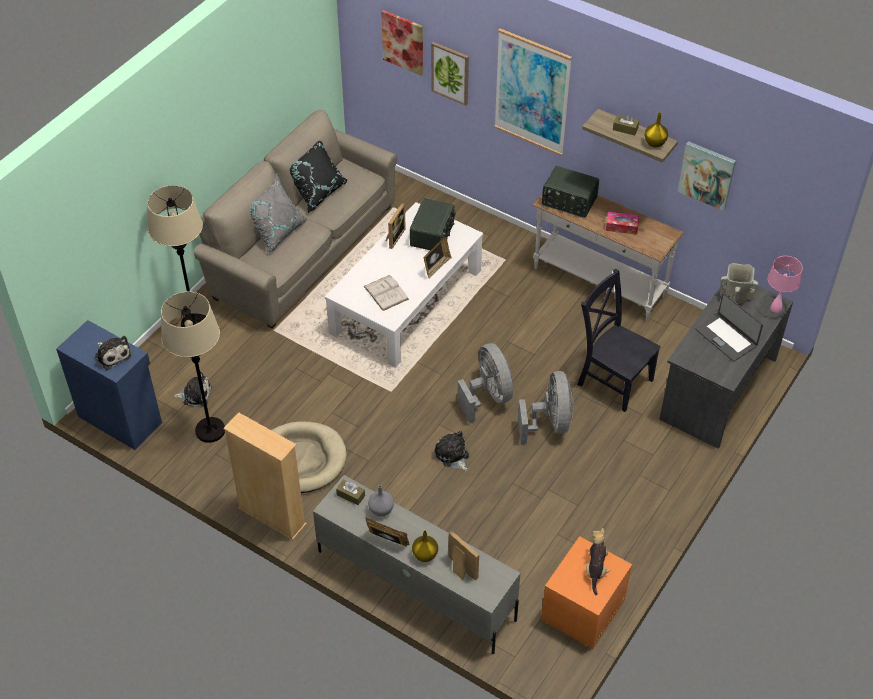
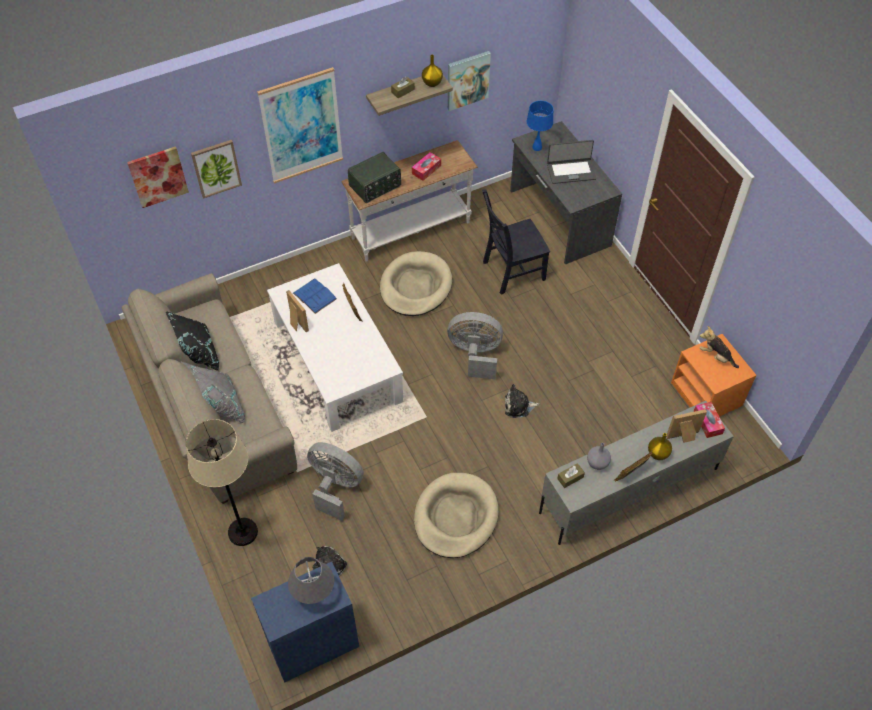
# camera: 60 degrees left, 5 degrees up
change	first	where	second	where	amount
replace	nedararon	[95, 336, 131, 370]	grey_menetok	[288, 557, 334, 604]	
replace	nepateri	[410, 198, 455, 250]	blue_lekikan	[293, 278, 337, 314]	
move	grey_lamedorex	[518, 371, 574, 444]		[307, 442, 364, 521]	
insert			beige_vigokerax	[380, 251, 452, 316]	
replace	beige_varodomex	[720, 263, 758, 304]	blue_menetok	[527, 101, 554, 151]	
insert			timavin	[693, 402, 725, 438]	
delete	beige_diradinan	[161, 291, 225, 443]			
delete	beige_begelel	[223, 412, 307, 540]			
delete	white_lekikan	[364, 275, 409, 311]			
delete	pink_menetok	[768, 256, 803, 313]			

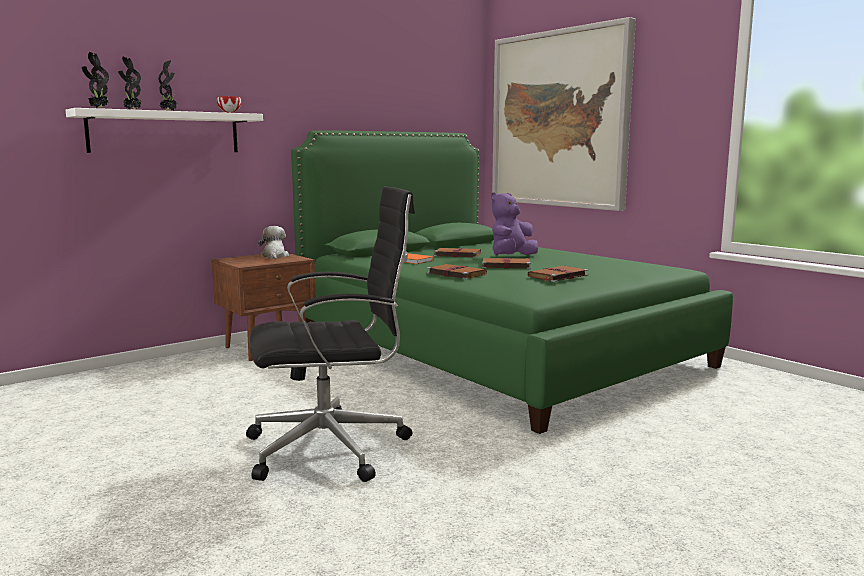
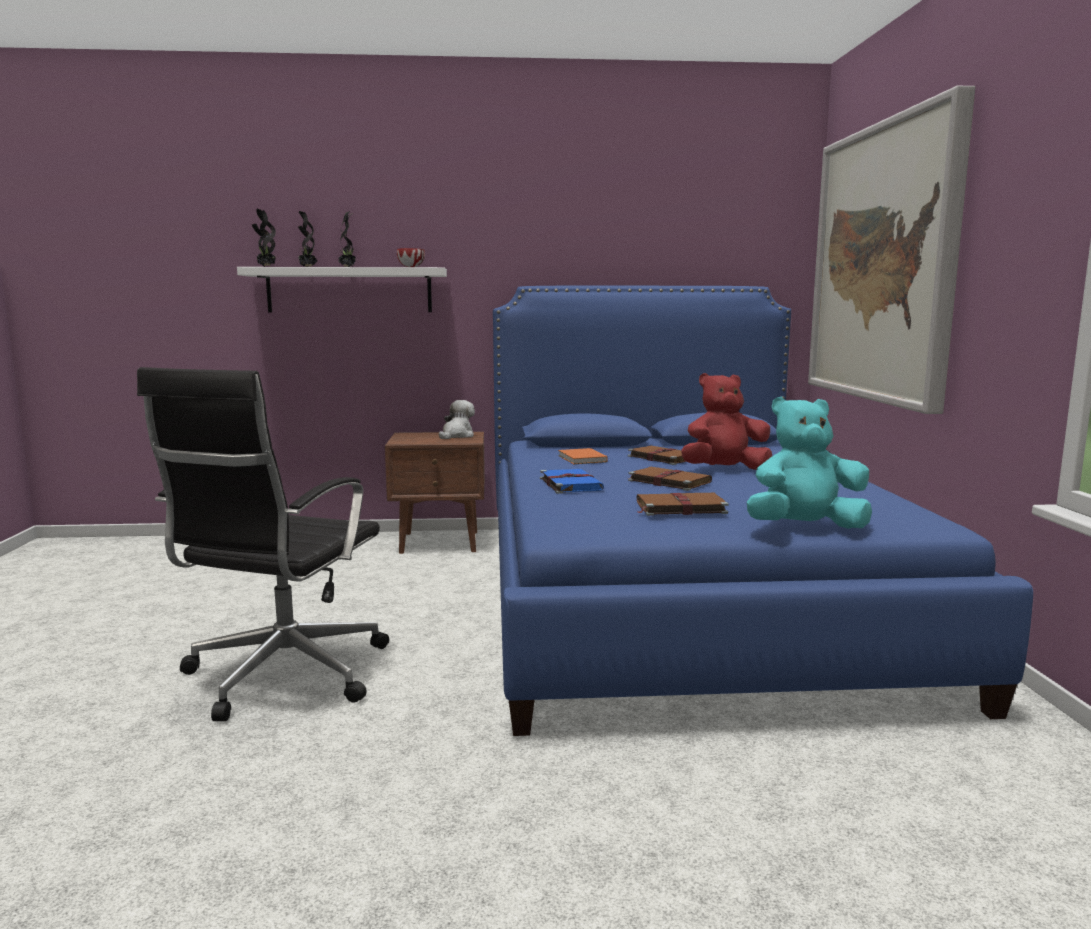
# camera: 35 degrees right, 0 degrees up
change	first	where	second	where	amount
rotate	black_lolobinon	[246, 186, 415, 482]		[137, 367, 389, 721]	90 degrees clockwise
recolor	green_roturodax	[291, 131, 733, 434]	blue_roturodax	[493, 286, 1033, 736]	
recolor	brown_lekikan	[427, 264, 487, 280]	blue_lekikan	[540, 469, 604, 494]	
recolor	purple_nedararon	[491, 192, 538, 256]	red_nedararon	[681, 373, 772, 470]	
insert			turquoise_nedararon	[747, 397, 872, 529]	

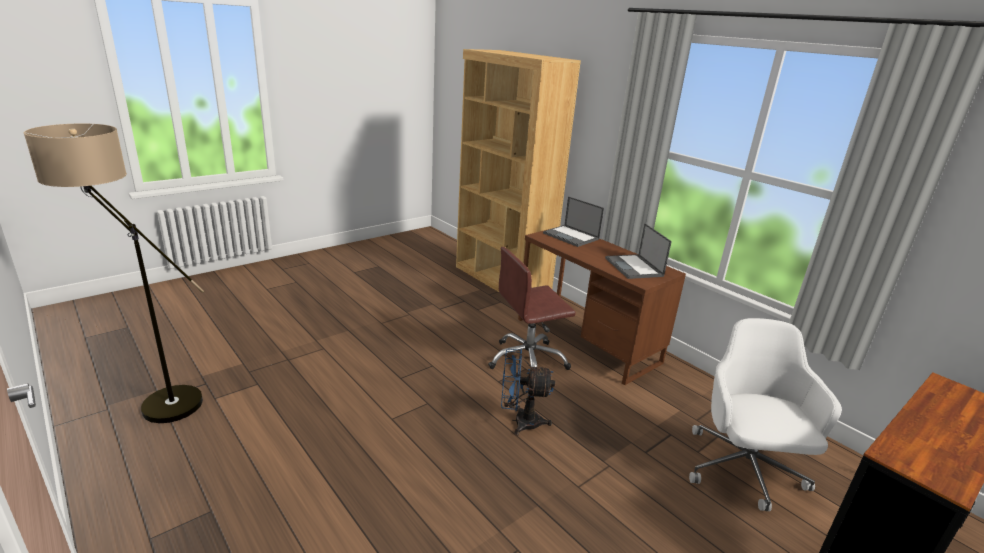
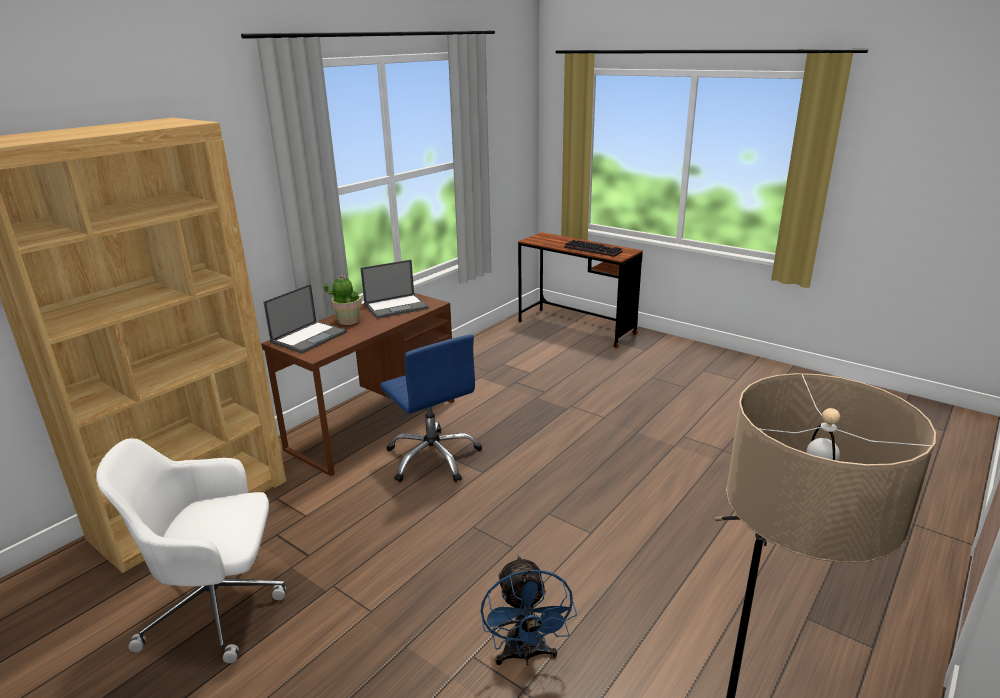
# camera: 100 degrees left, 0 degrees up
change	first	where	second	where	amount
move	white_lolobinon	[689, 318, 842, 511]		[96, 438, 286, 663]	
insert			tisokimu	[323, 275, 362, 325]	
recolor	brown_lolobinon	[488, 247, 576, 370]	blue_lolobinon	[380, 334, 482, 482]	
move	blue_lamedorex	[501, 349, 555, 436]		[481, 555, 577, 665]	
insert			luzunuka	[564, 240, 622, 257]	

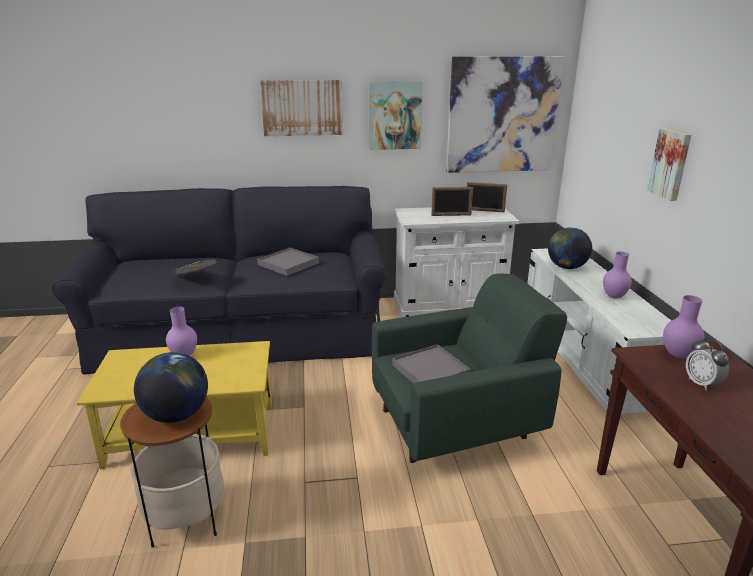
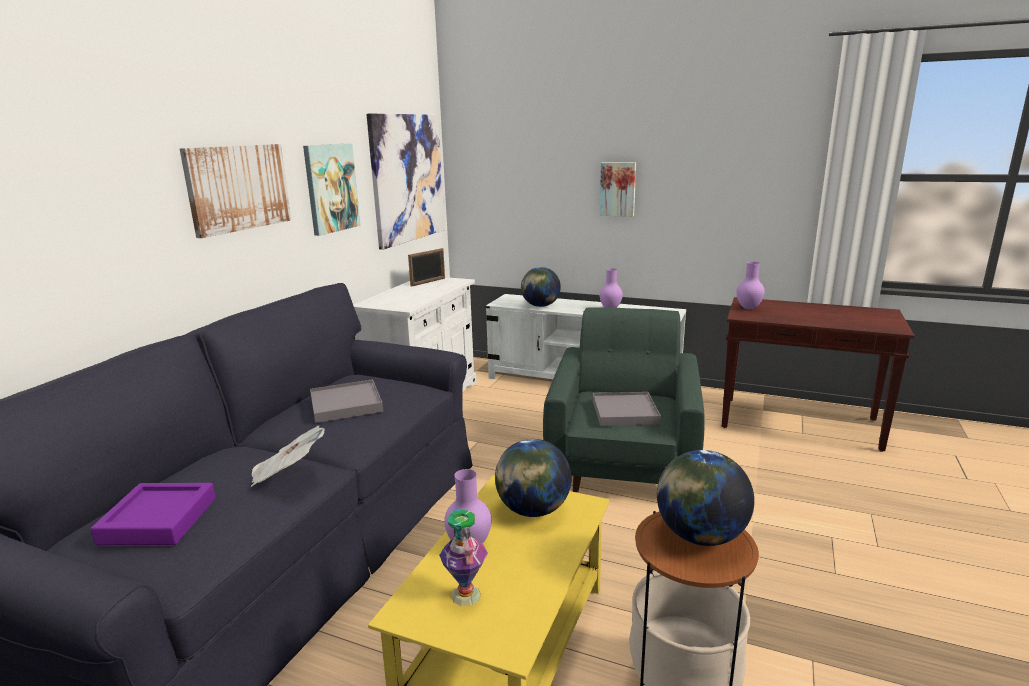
# camera: 60 degrees left, 5 degrees down
change	first	where	second	where	amount
insert			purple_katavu	[90, 483, 216, 545]	
insert			varodomex	[439, 508, 488, 606]	
insert			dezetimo	[495, 439, 571, 517]	
delete	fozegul	[431, 187, 473, 216]			
delete	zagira	[686, 338, 729, 391]			

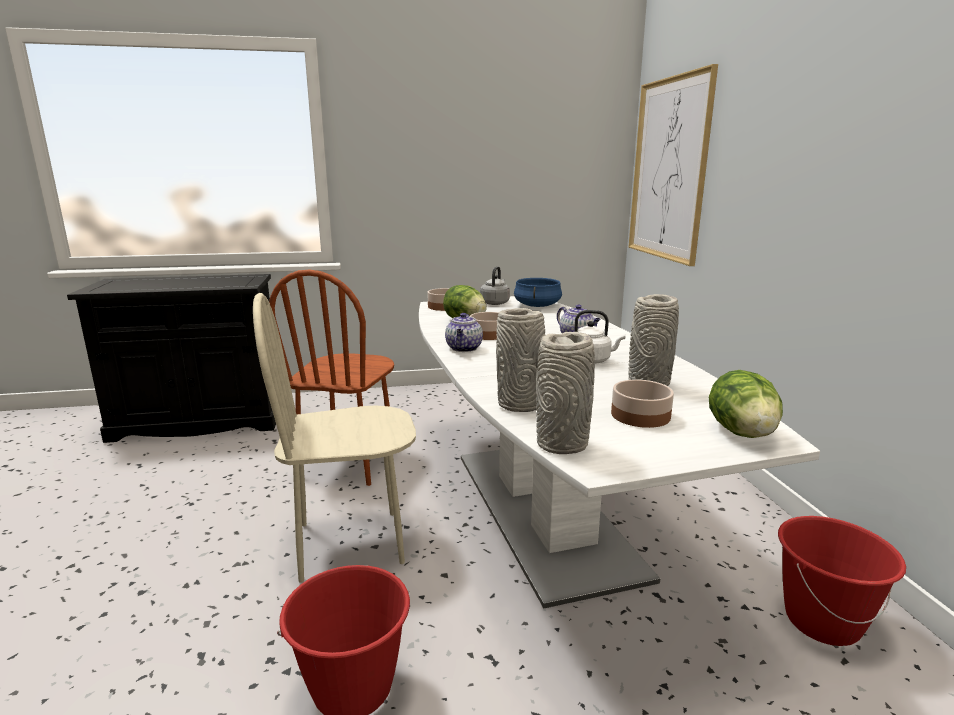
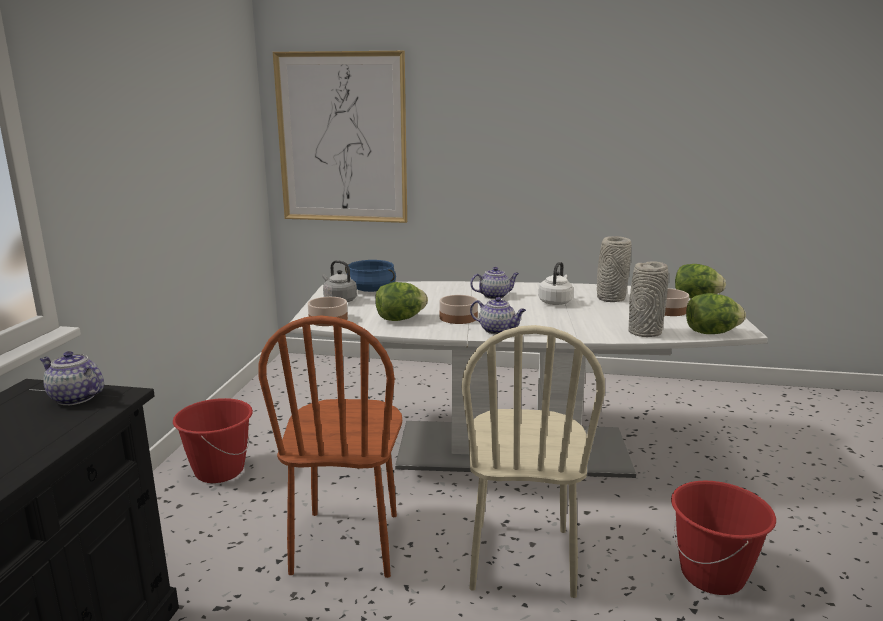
# camera: 70 degrees left, 0 degrees up
change	first	where	second	where	amount
insert			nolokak	[40, 351, 104, 405]	
move	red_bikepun	[778, 516, 906, 646]		[173, 398, 253, 483]	
rotate	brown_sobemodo	[269, 269, 394, 486]		[259, 315, 402, 578]	60 degrees clockwise
replace	grey_varodomex	[536, 332, 595, 454]	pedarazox	[686, 293, 746, 334]	

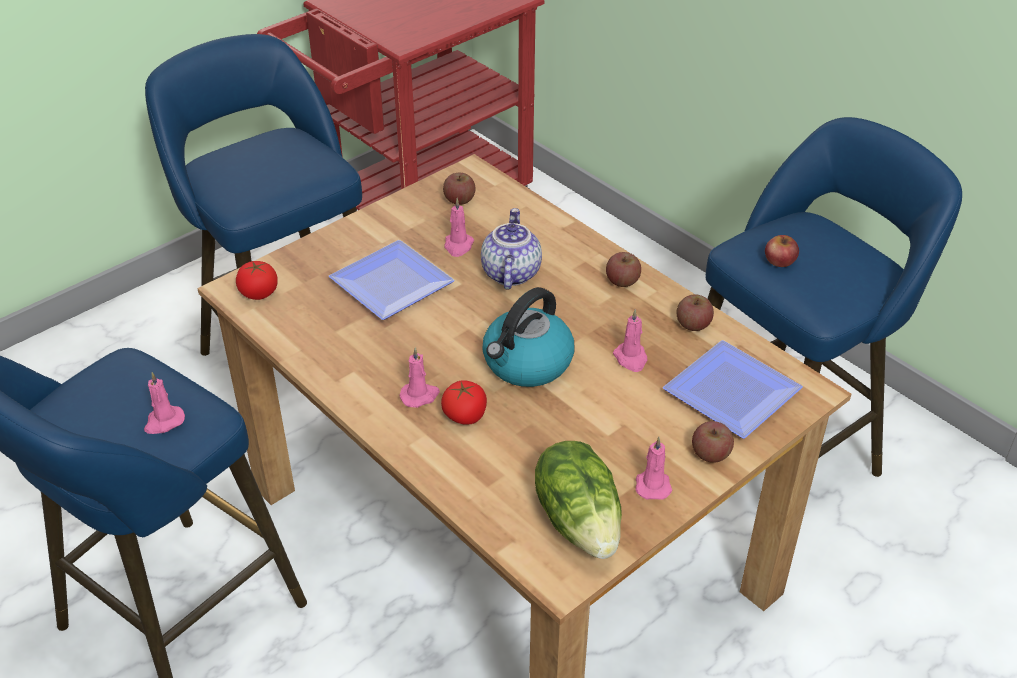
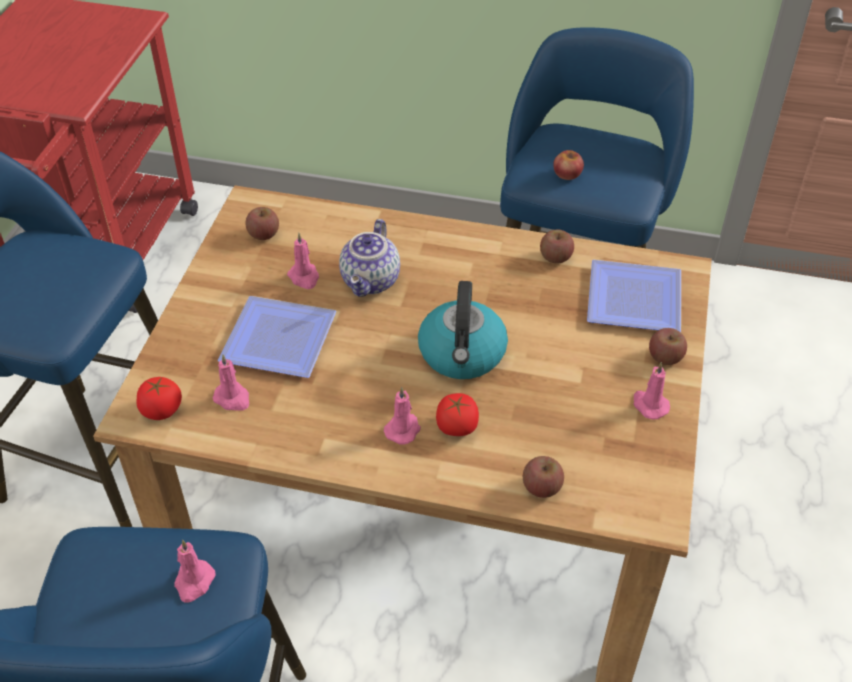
# camera: 35 degrees left, 5 degrees up
change	first	where	second	where	amount
move	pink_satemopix	[613, 309, 647, 372]		[213, 354, 249, 410]	
rotate	nolokak	[481, 208, 542, 290]		[339, 219, 400, 297]	135 degrees counterclockwise
move	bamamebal	[606, 252, 641, 287]		[523, 456, 564, 498]	
delete	pedarazox	[535, 441, 622, 559]			

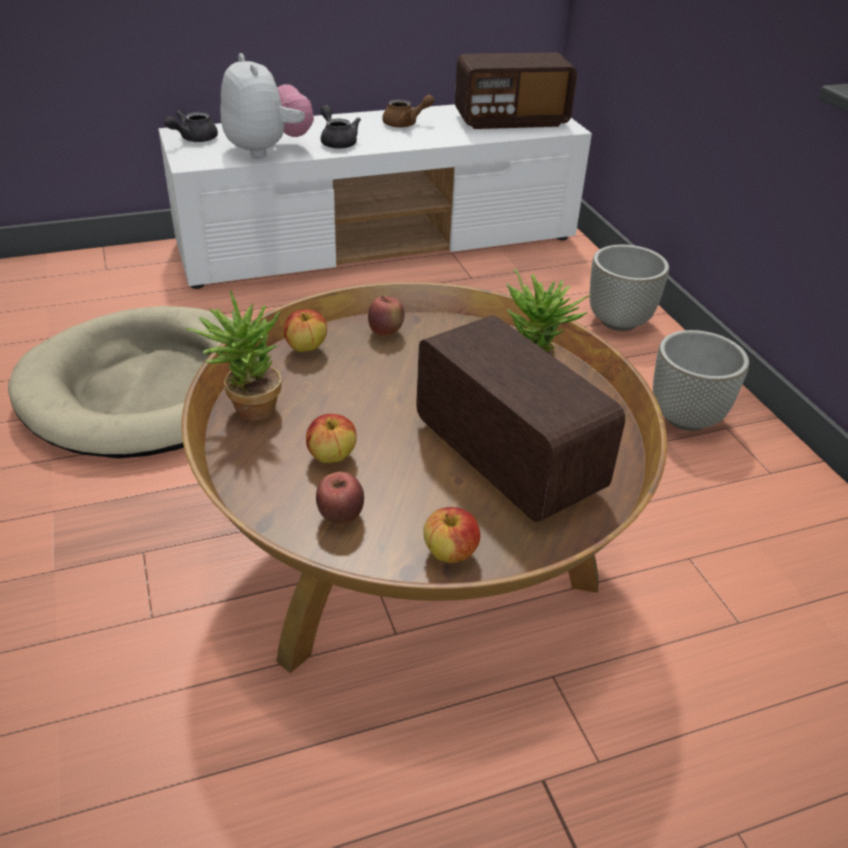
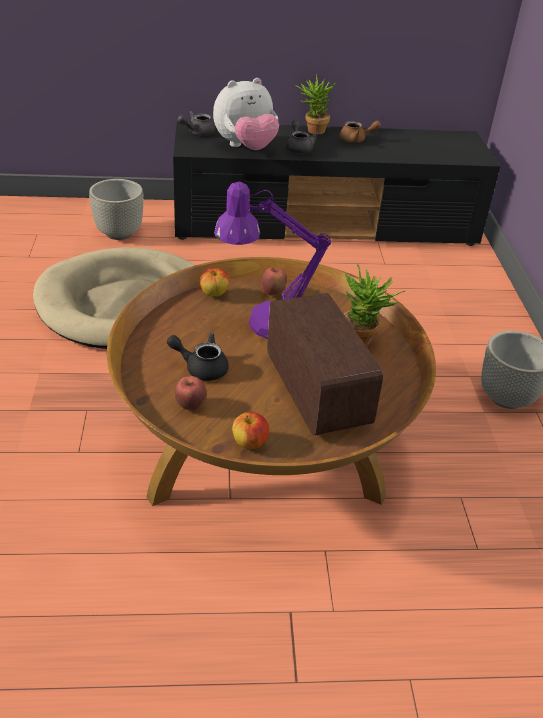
# camera: 15 degrees right, 0 degrees up
change	first	where	second	where	amount
move	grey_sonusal	[590, 245, 669, 331]		[89, 179, 143, 240]	
replace	bamamebal	[306, 414, 357, 463]	black_nolokak	[167, 333, 229, 381]	
recolor	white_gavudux	[158, 104, 592, 289]	black_gavudux	[173, 121, 500, 246]	
rotate	nedararon	[221, 53, 314, 158]		[213, 78, 279, 150]	75 degrees clockwise
insert			purple_menetok	[214, 182, 331, 339]	
move	tisokimu	[185, 290, 281, 421]		[295, 74, 335, 134]	
delete	nepateri	[455, 53, 577, 129]			

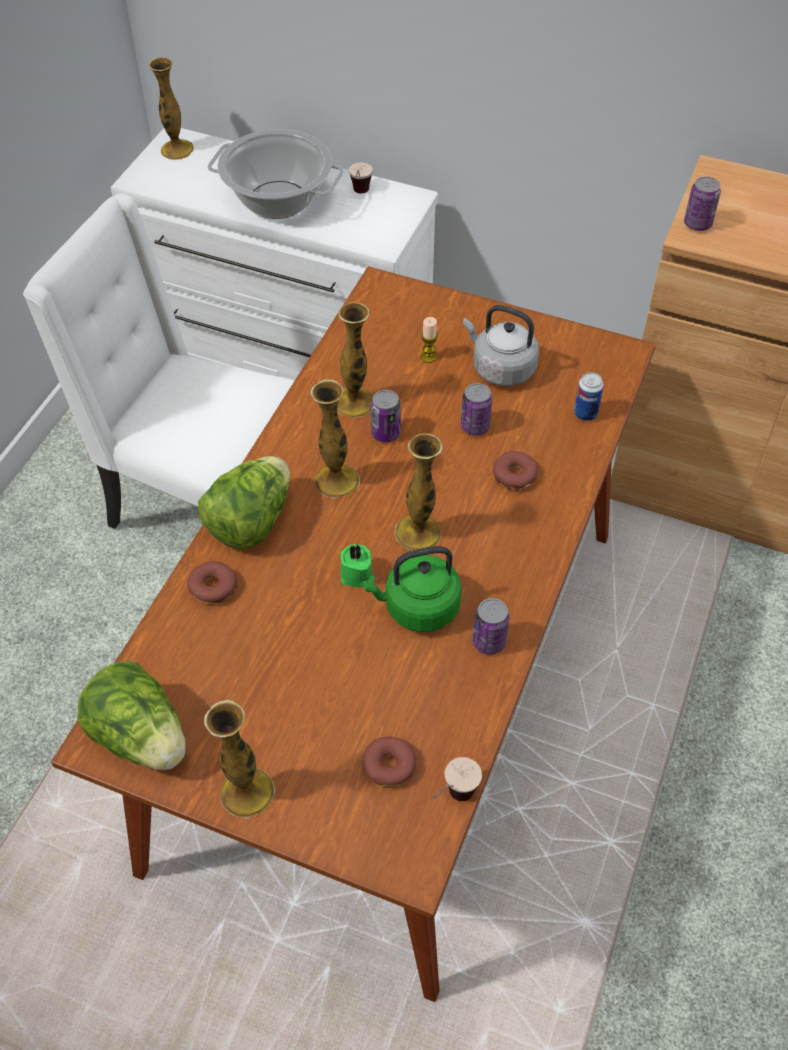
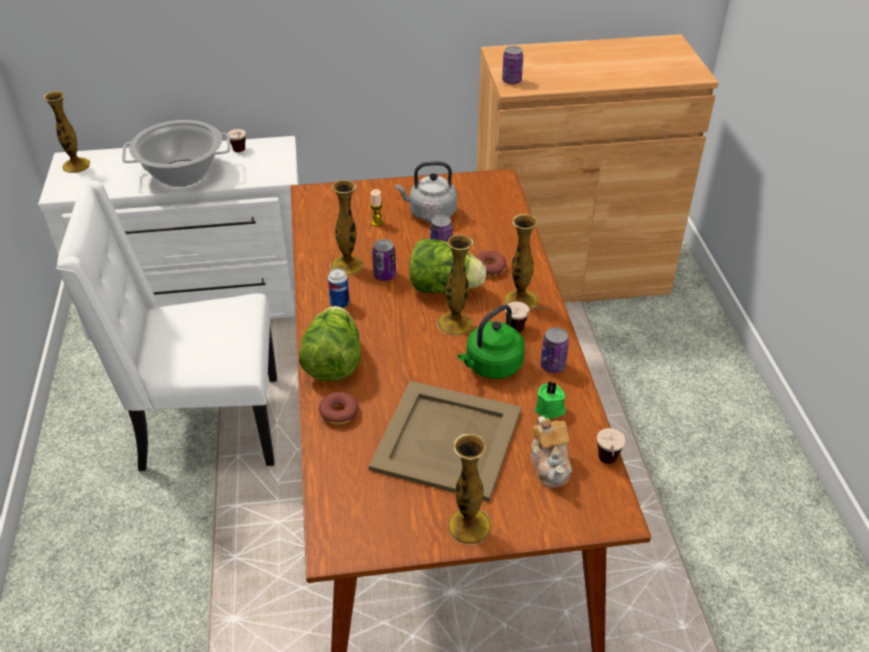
# camera: 30 degrees left, 10 degrees down
change	first	where	second	where	amount
move	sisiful	[574, 372, 604, 421]		[328, 268, 350, 308]	
insert			beige_katavu	[368, 381, 521, 502]	
move	pedarazox	[77, 661, 186, 770]		[409, 238, 486, 294]	
move	varodomex	[311, 380, 360, 498]		[504, 214, 538, 309]	
insert			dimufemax	[505, 302, 548, 332]	
replace	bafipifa	[362, 737, 416, 787]	nolokak	[531, 416, 572, 488]	
move	green_satemopix	[340, 544, 375, 588]		[535, 382, 566, 419]	

